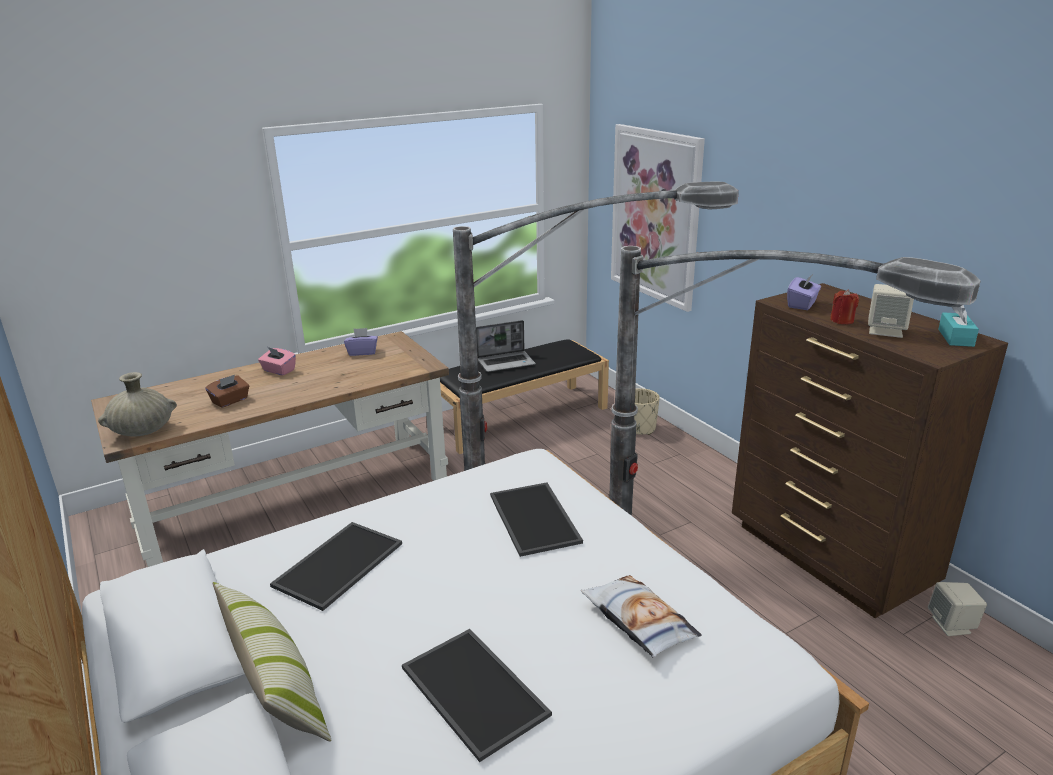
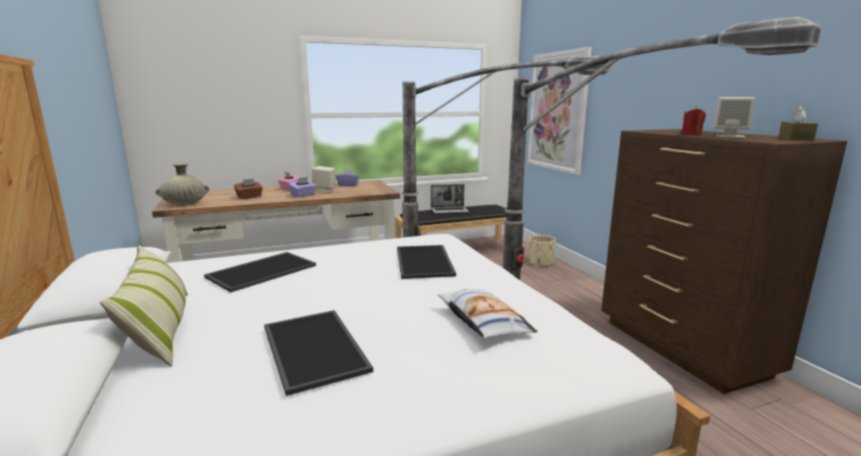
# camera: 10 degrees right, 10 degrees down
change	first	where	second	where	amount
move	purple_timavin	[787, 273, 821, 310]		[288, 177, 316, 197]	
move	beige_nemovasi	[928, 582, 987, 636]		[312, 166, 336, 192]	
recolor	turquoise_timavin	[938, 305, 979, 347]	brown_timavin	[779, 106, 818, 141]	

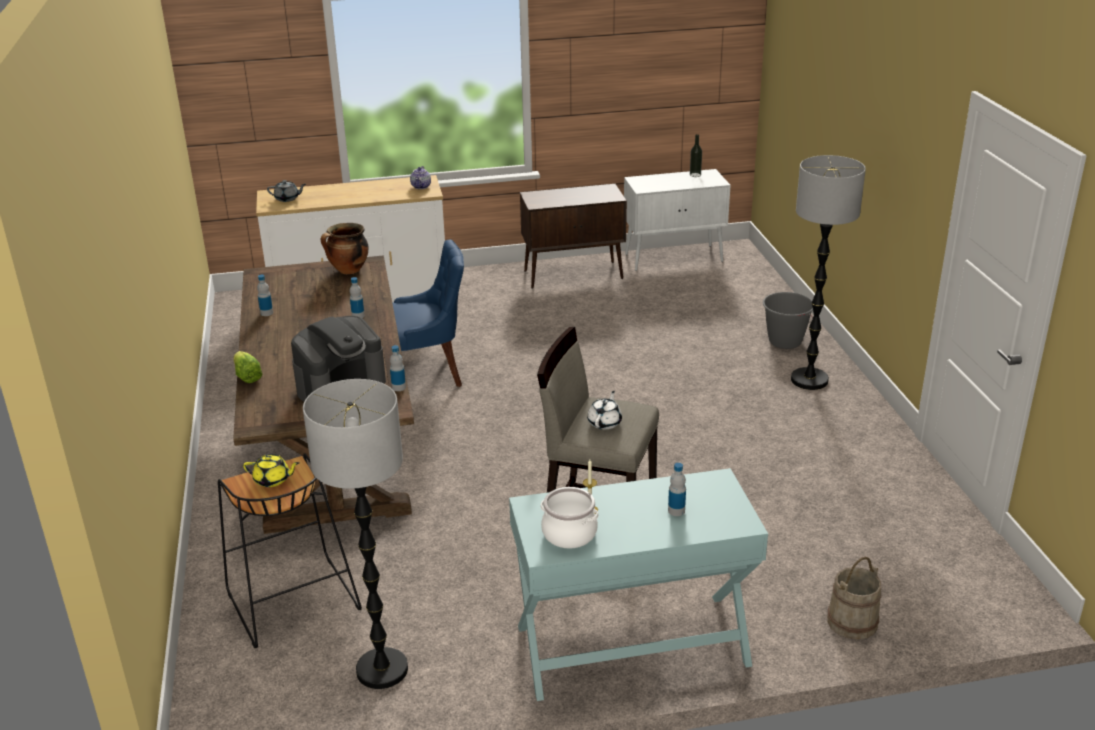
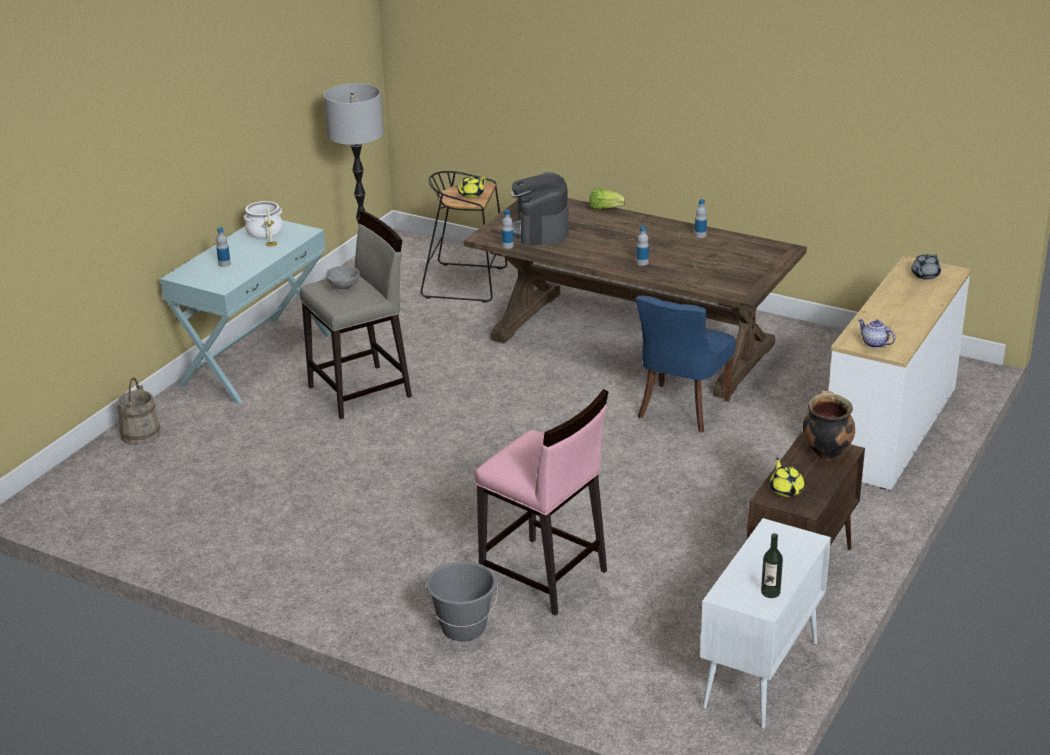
# camera: 130 degrees right, 0 degrees up
change	first	where	second	where	amount
replace	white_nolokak	[587, 391, 622, 430]	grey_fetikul	[326, 266, 360, 289]	
insert			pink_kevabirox	[475, 389, 608, 616]	
insert			yellow_nolokak	[770, 457, 805, 497]	
move	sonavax	[321, 223, 368, 274]		[803, 390, 855, 460]	
delete	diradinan	[791, 155, 866, 390]			

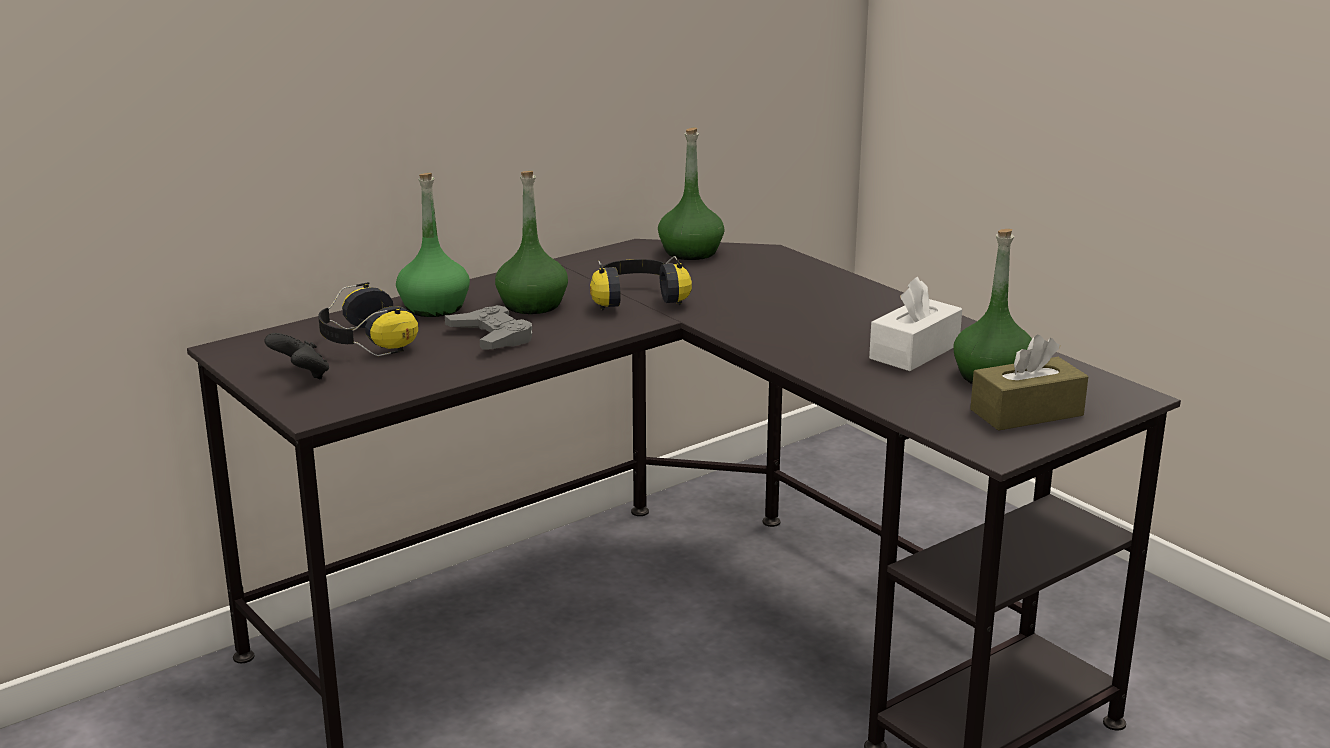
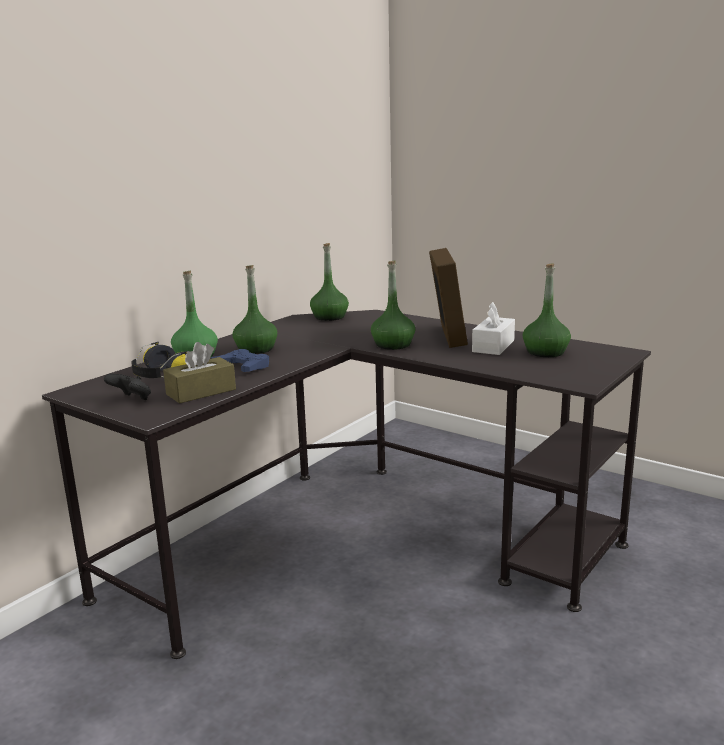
# camera: 15 degrees left, 5 degrees down
change	first	where	second	where	amount
move	brown_timavin	[970, 335, 1088, 431]		[163, 342, 236, 404]	
recolor	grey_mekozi	[445, 305, 532, 350]	blue_mekozi	[211, 349, 269, 372]	
insert			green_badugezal	[371, 261, 415, 350]	
insert			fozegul	[429, 248, 468, 348]	
delete	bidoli	[590, 256, 692, 310]			

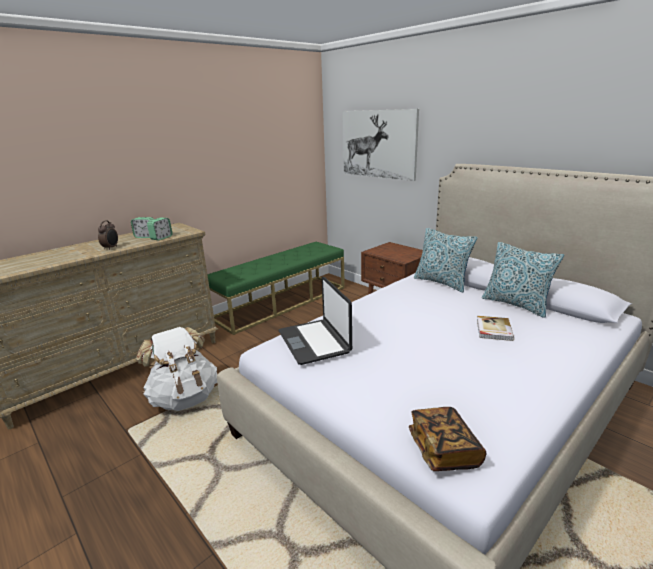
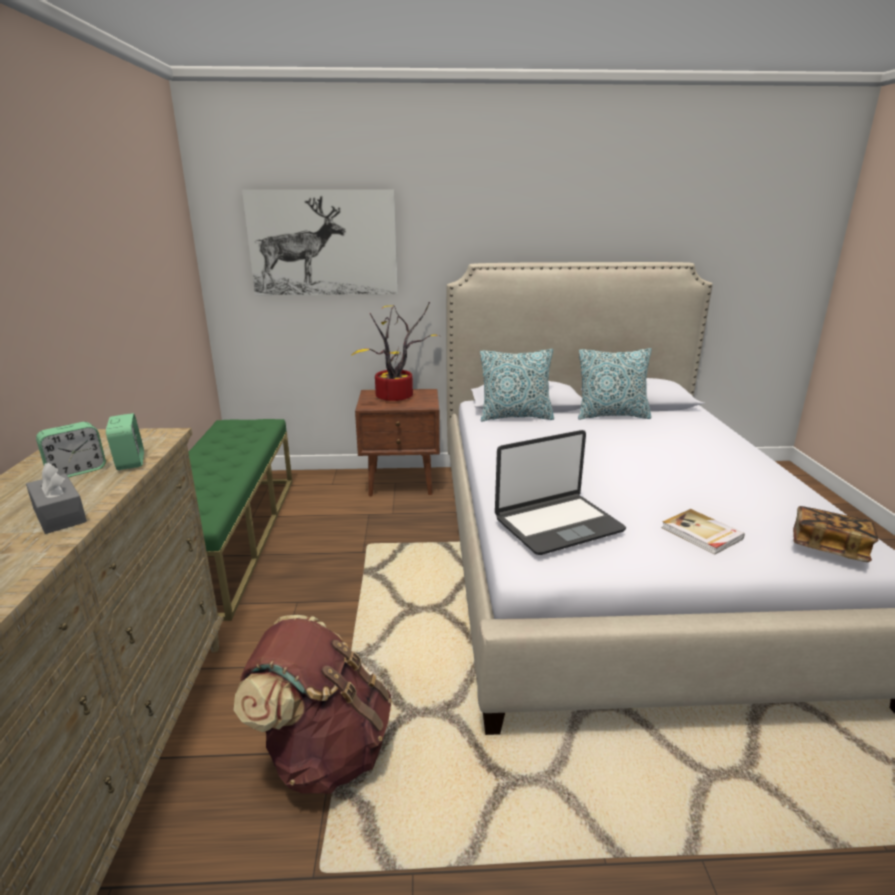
# camera: 50 degrees left, 0 degrees up
change	first	where	second	where	amount
replace	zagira	[98, 220, 118, 250]	grey_timavin	[26, 462, 87, 534]	
recolor	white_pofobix	[136, 327, 217, 411]	brown_pofobix	[234, 615, 392, 794]	
insert			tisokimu	[352, 302, 439, 401]	
rotate	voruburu	[279, 277, 352, 365]		[495, 430, 626, 555]	45 degrees counterclockwise
move	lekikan	[477, 316, 514, 341]		[662, 509, 745, 555]	

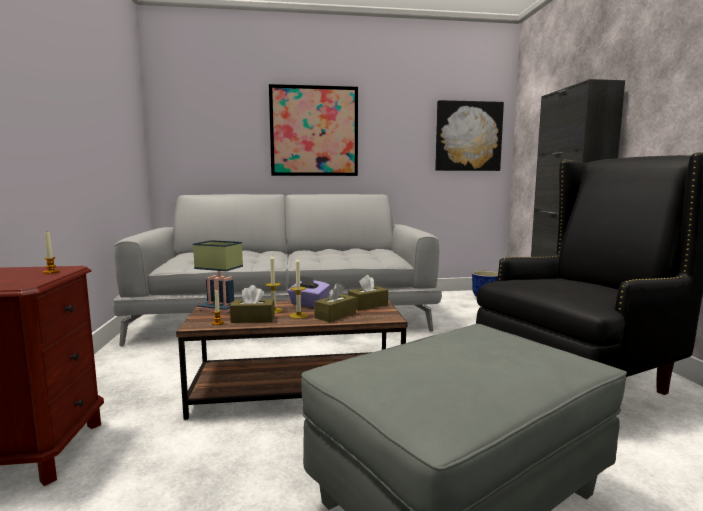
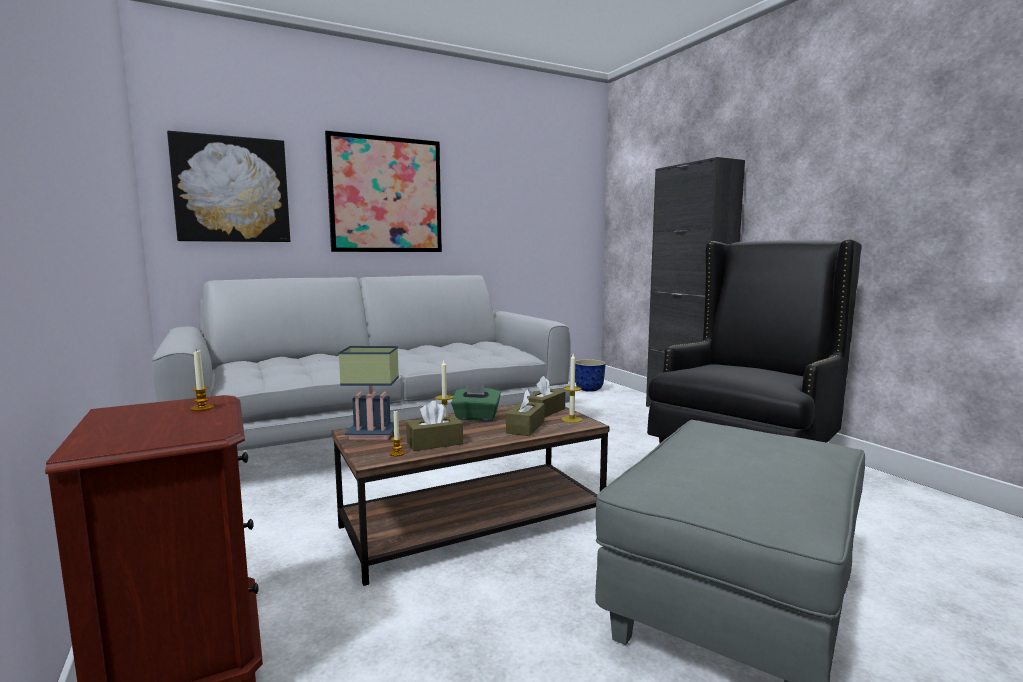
# camera: 20 degrees left, 0 degrees up
change	first	where	second	where	amount
move	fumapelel	[435, 100, 504, 171]		[167, 131, 290, 242]	
recolor	purple_timavin	[287, 276, 330, 308]	green_timavin	[451, 383, 501, 421]	
move	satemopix	[290, 257, 308, 319]		[561, 354, 582, 423]	

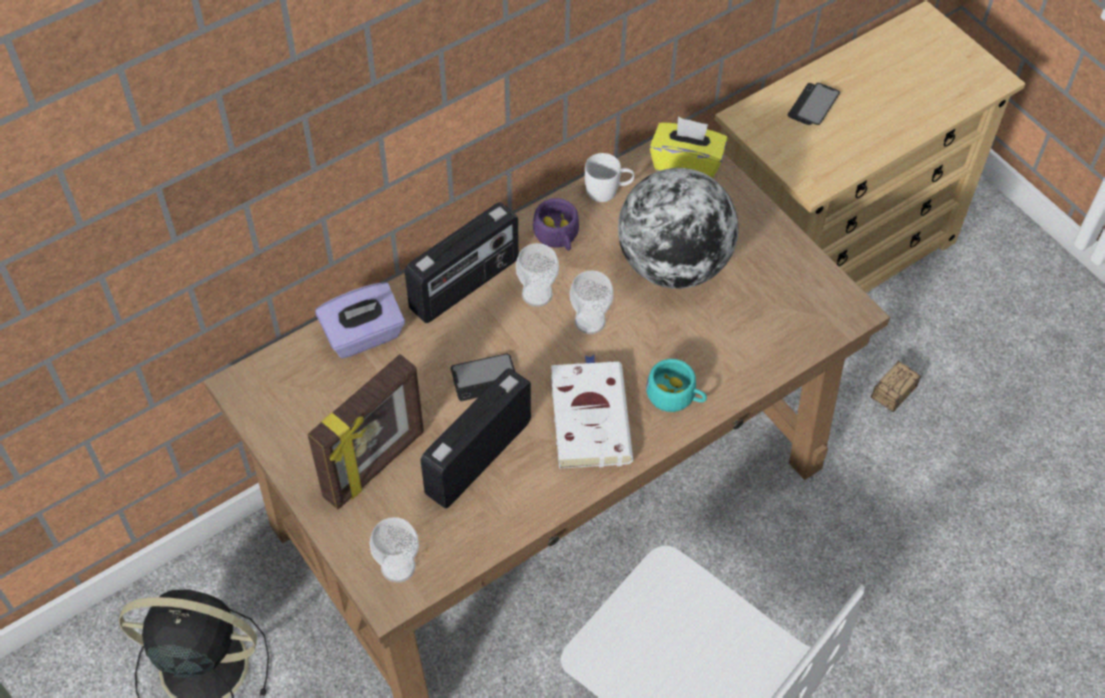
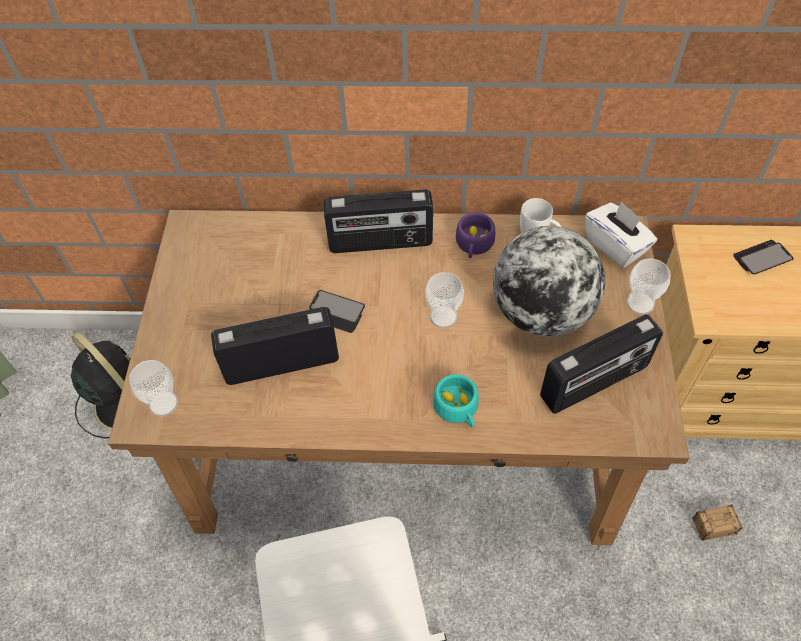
# camera: 40 degrees right, 0 degrees up
change	first	where	second	where	amount
insert			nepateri	[540, 314, 663, 414]	
recolor	yellow_timavin	[649, 117, 728, 178]	white_timavin	[585, 201, 657, 268]	
move	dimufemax	[516, 243, 559, 307]		[627, 259, 670, 315]	
delete	fozegul	[308, 354, 424, 509]			
delete	purple_timavin	[315, 282, 405, 358]			
delete	white_lekikan	[551, 355, 633, 468]			

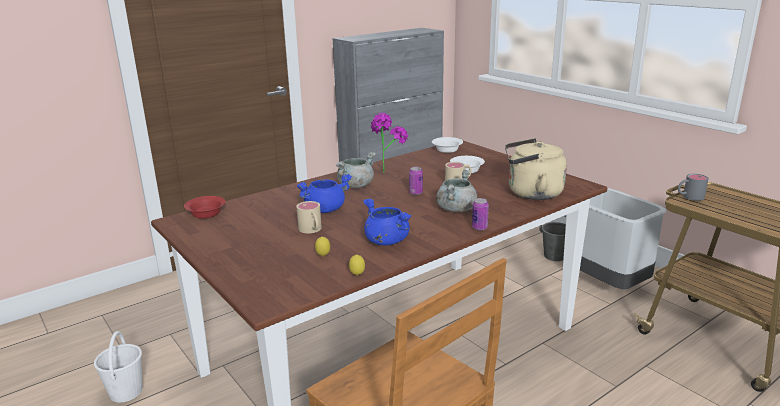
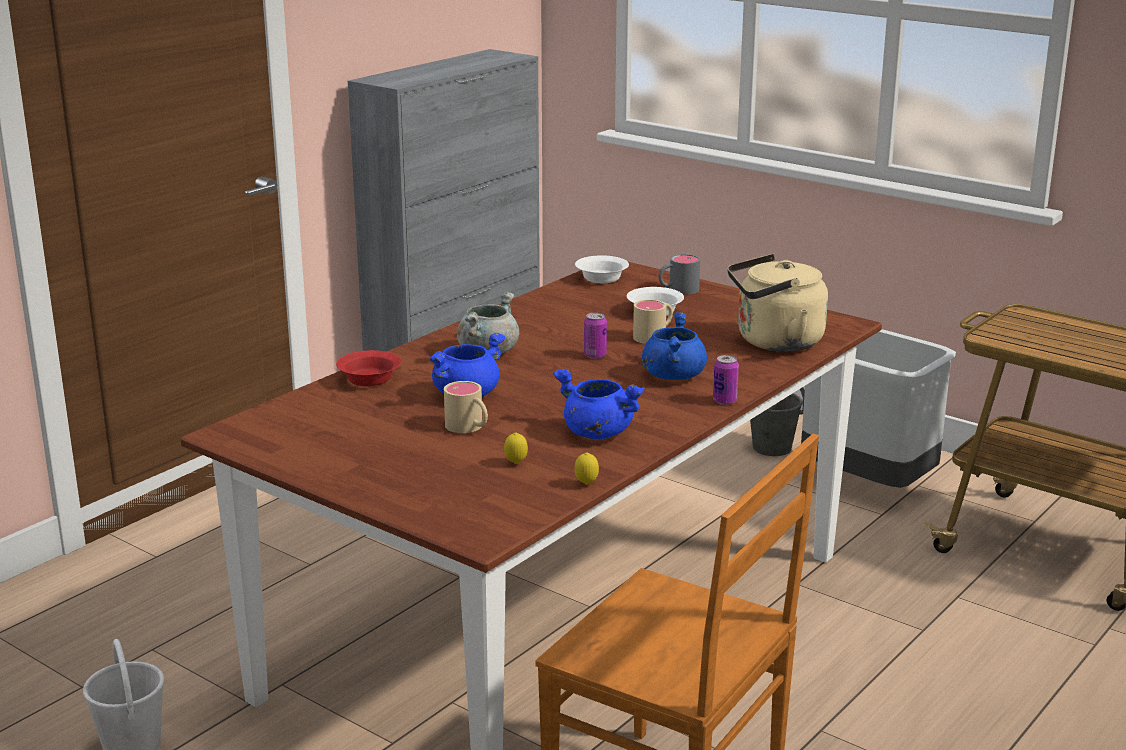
# camera: 15 degrees left, 0 degrees up
change	first	where	second	where	amount
move	red_fetikul	[184, 196, 226, 219]		[336, 350, 401, 386]	
recolor	grey_sonavax	[436, 170, 477, 212]	blue_sonavax	[642, 312, 707, 380]	
move	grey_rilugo	[678, 174, 709, 201]		[659, 254, 700, 295]	
delete	tisokimu	[371, 113, 408, 173]			

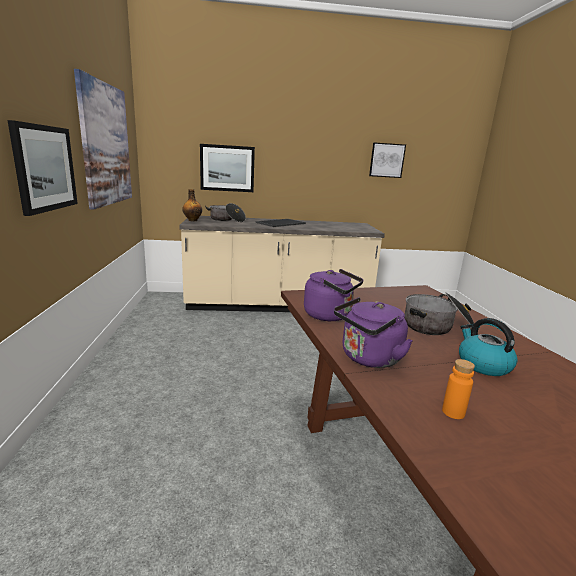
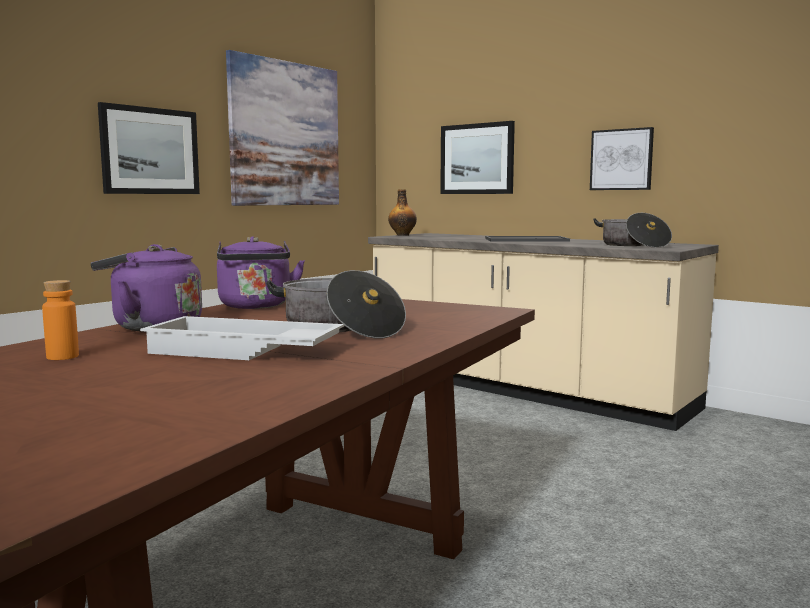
# camera: 45 degrees right, 10 degrees down
change	first	where	second	where	amount
replace	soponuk	[459, 318, 518, 376]	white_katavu	[140, 316, 344, 360]	
move	fumapelel	[369, 143, 406, 178]		[590, 127, 654, 190]	
move	sonavax	[205, 203, 246, 222]		[593, 213, 672, 248]	

